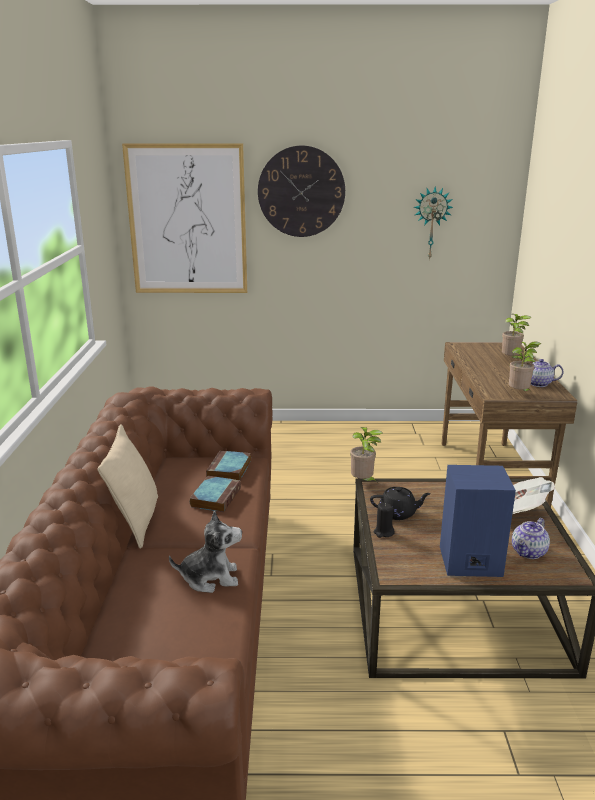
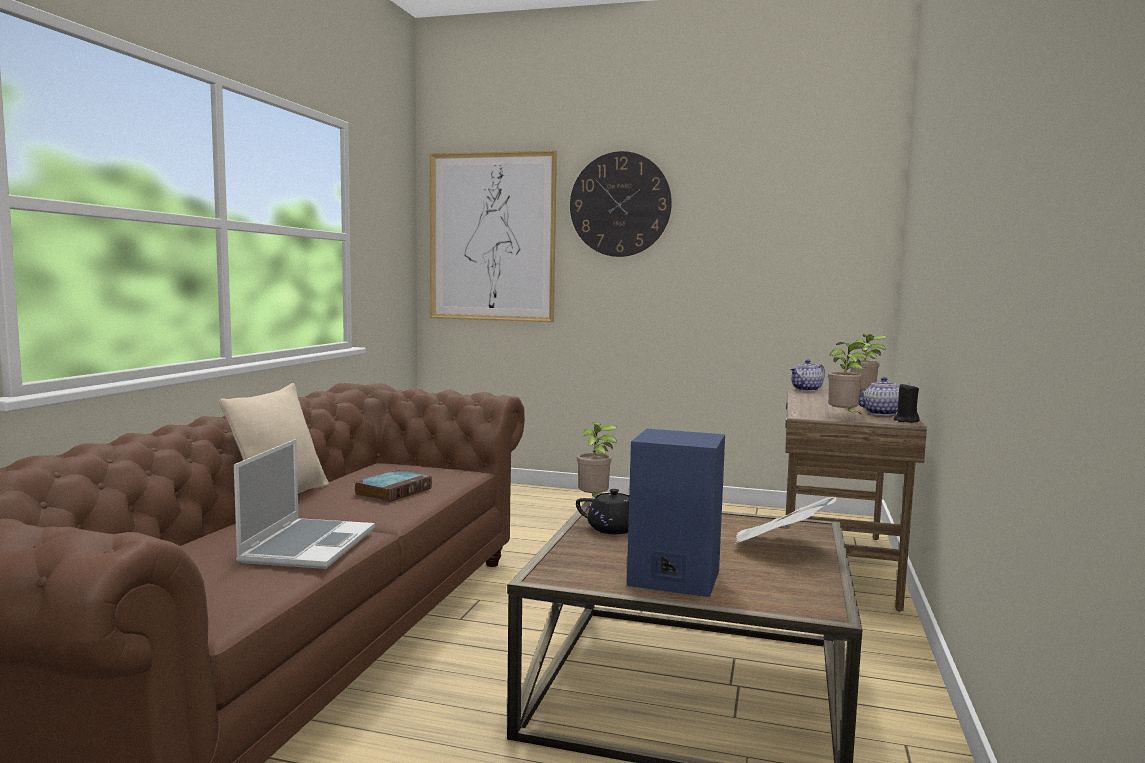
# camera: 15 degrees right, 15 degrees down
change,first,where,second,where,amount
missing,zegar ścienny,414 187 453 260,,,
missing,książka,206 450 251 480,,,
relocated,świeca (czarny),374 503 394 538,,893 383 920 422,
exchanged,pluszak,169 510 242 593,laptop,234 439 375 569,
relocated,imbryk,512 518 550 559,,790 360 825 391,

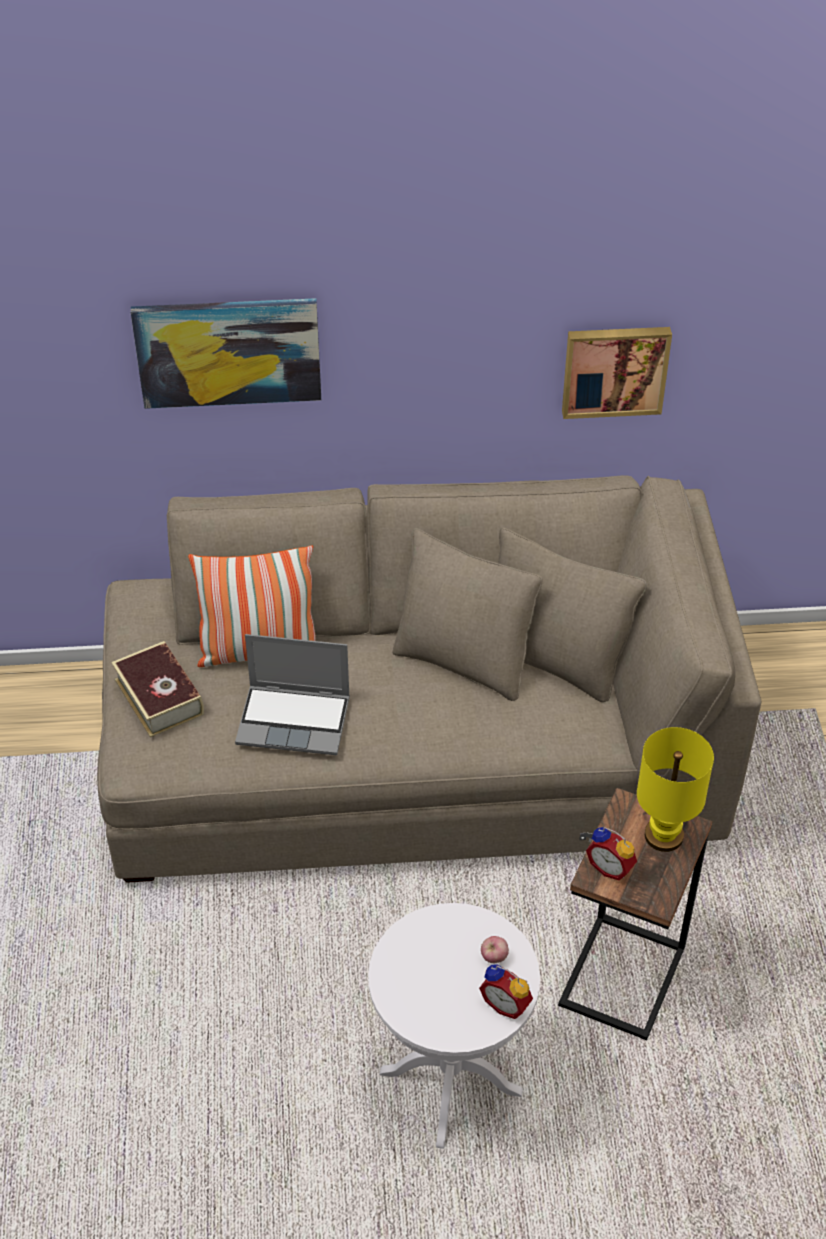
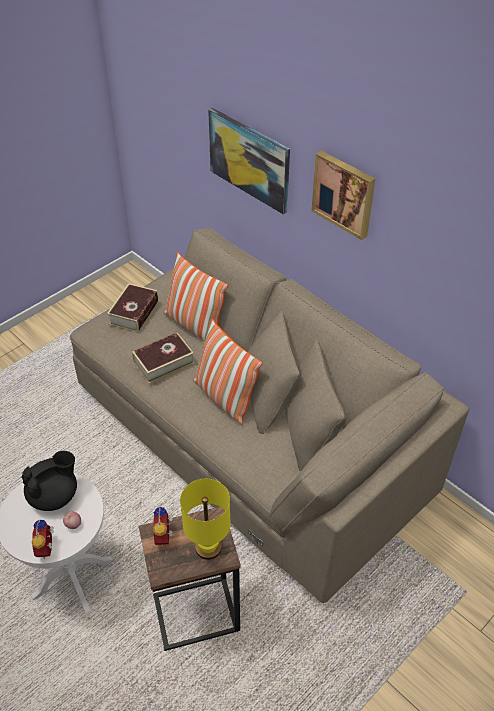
# camera: 50 degrees right, 0 degrees up
change,first,where,second,where,amount
relocated,obraz,562 327 672 419,,312 151 375 240,
exchanged,laptop,235 634 350 755,książka,132 333 195 384,
appeared,,,poduszka,193 319 263 424,
appeared,,,imbryk (czarny),22 451 77 511,

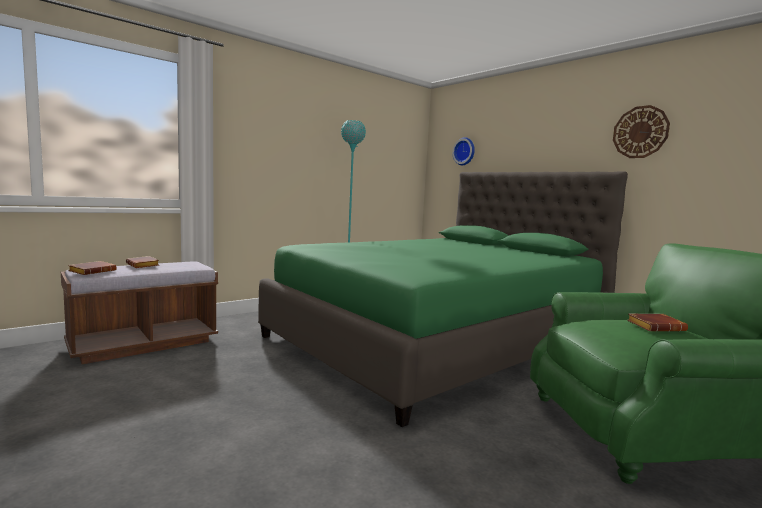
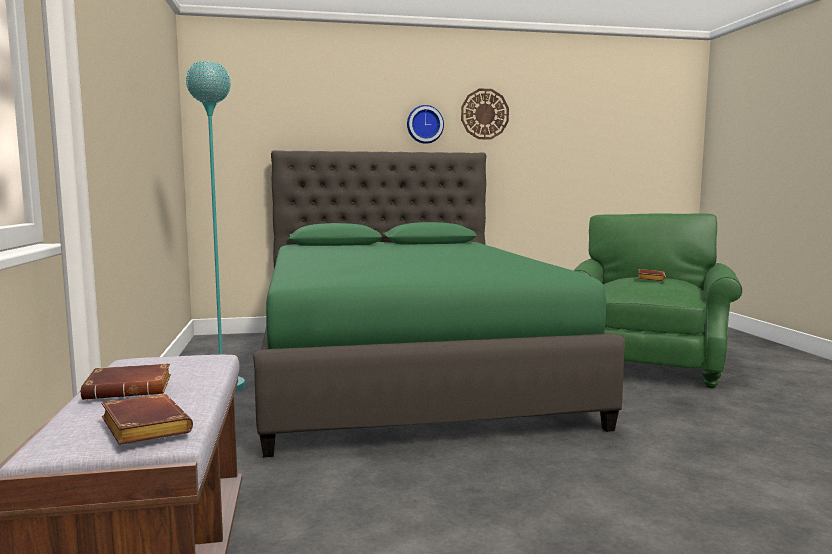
# camera: 60 degrees left, 0 degrees up
change,first,where,second,where,amount
relocated,zegar ścienny,452 137 475 165,,407 105 444 144,

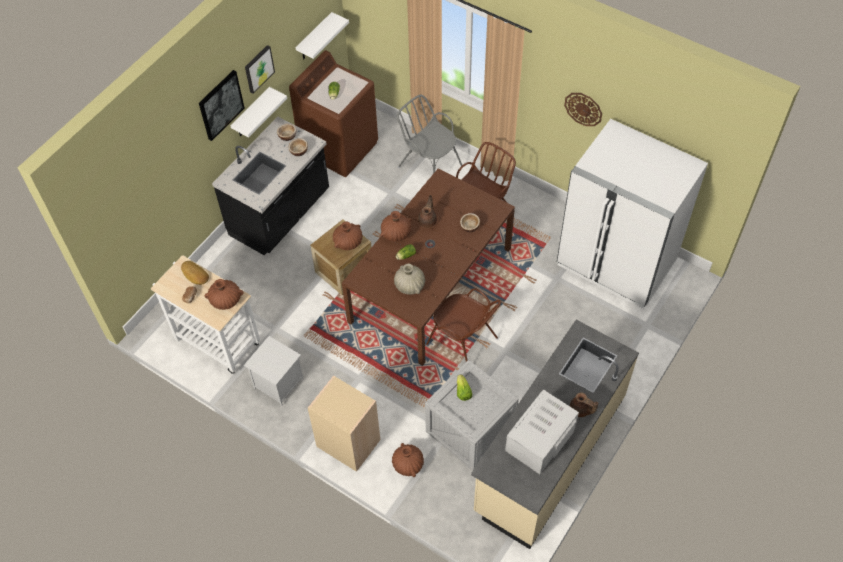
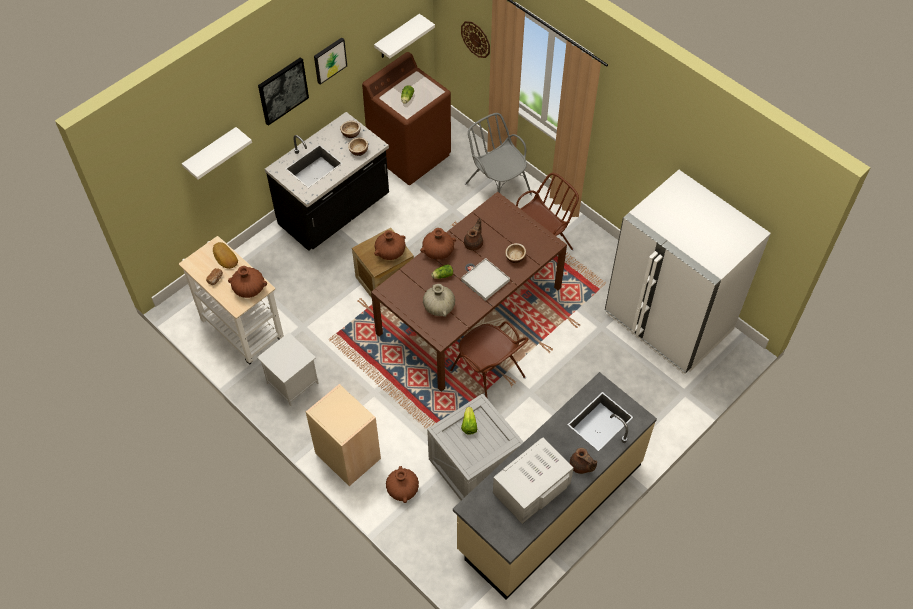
# camera: 10 degrees right, 0 degrees up
change,first,where,second,where,amount
relocated,półka (biały),230 87 287 138,,182 127 252 180,
relocated,zegar ścienny,564 93 602 126,,461 21 490 58,
appeared,,,taca (biały),461 258 510 301,

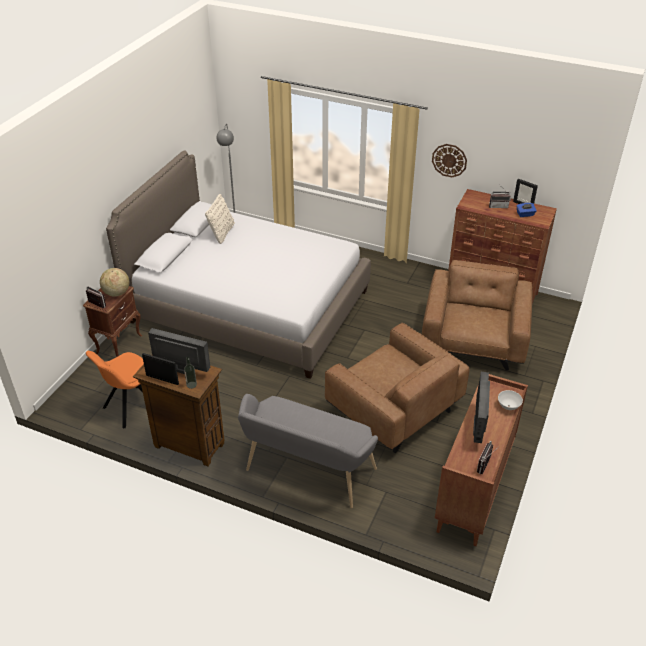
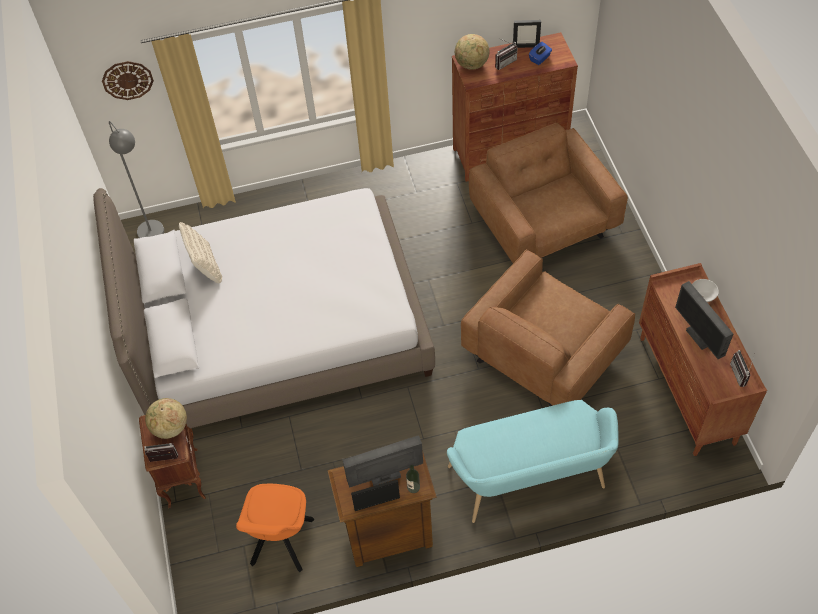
# camera: 35 degrees left, 15 degrees up
change,first,where,second,where,amount
relocated,zegar ścienny,432 144 467 177,,102 61 154 100,
spun,fotel (brązowy),325 323 470 453,,461 249 635 406,120 degrees clockwise
colour,ławka (szary),238 394 378 508,ławka (turkusowy),447 400 619 523,
appeared,,,globus,455 34 489 70,

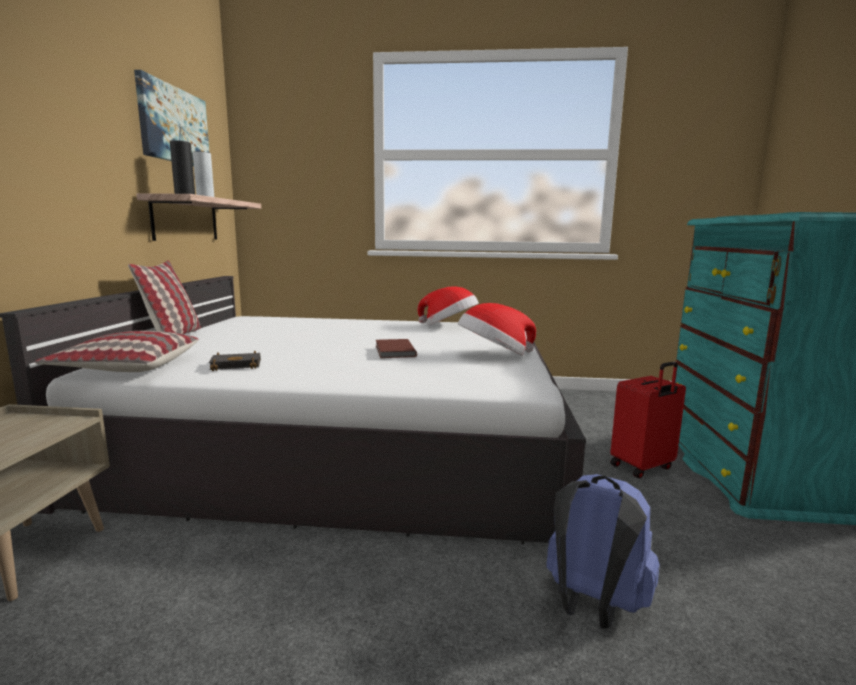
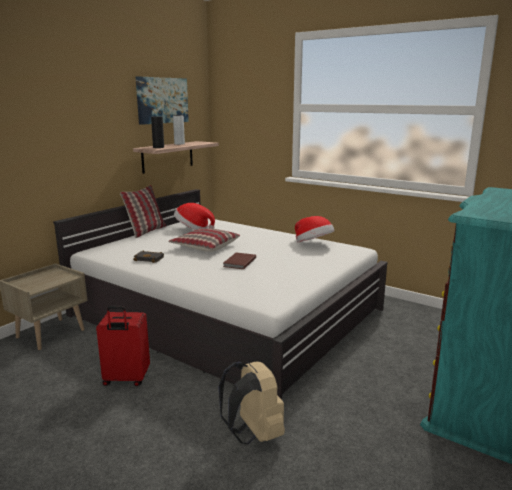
# camera: 30 degrees right, 5 degrees up
change,first,where,second,where,amount
relocated,kapelusz,458 303 536 356,,174 203 215 230,
relocated,poduszka,35 331 199 372,,168 228 240 252,
relocated,walizka (czerwony),610 361 686 478,,96 306 150 386,
colour,plecak (niebieski),546 474 660 629,plecak (beżowy),219 362 285 445,

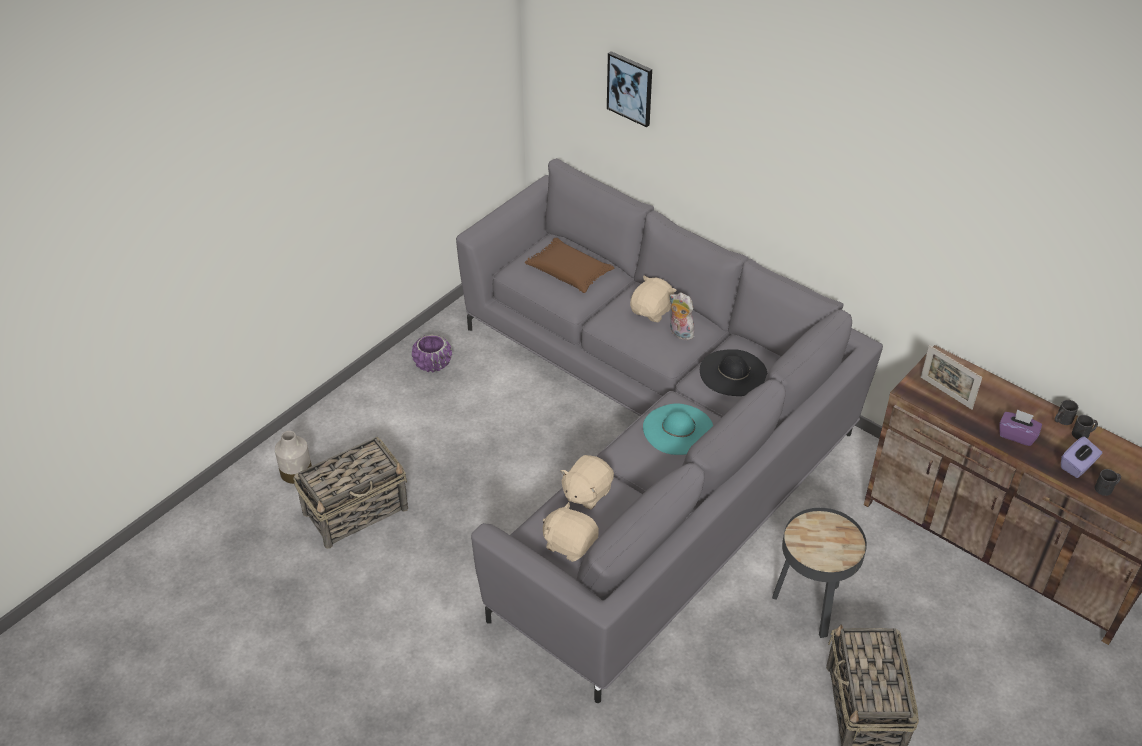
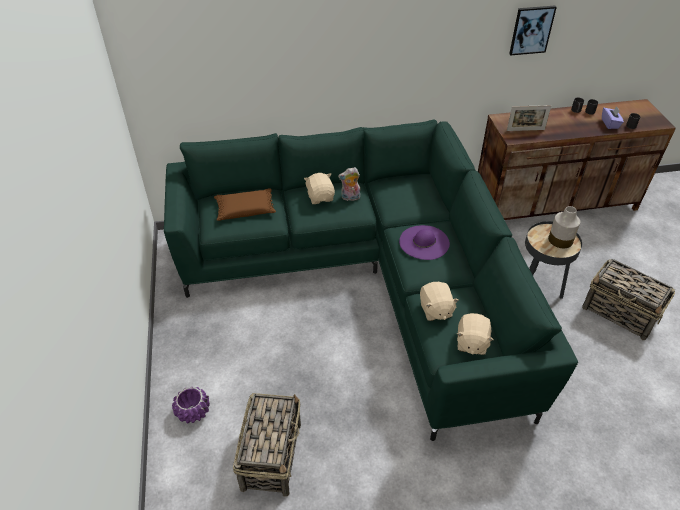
# camera: 50 degrees left, 0 degrees up
change,first,where,second,where,amount
relocated,obraz,607 51 652 127,,509 6 557 55,
colour,kanapa (szary),456 158 883 703,kanapa (zielony),164 119 578 441,
relocated,donica (fioletowy),412 334 452 372,,172 387 210 424,
missing,kapelusz (czarny),700 349 767 396,,,
colour,kapelusz (turkusowy),643 404 713 455,kapelusz (fioletowy),399 225 450 260,
missing,pudełko chusteczek (fioletowy),999 409 1042 446,,,
relocated,wazon (beżowy),275 431 312 484,,548 206 580 248,
spun,pluszak (beżowy),543 502 599 562,,457 313 494 355,60 degrees counterclockwise

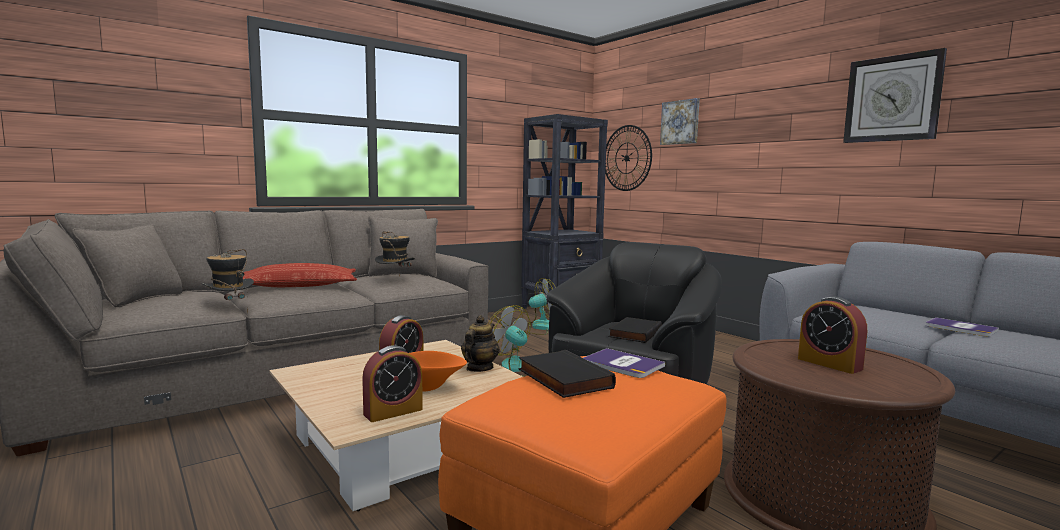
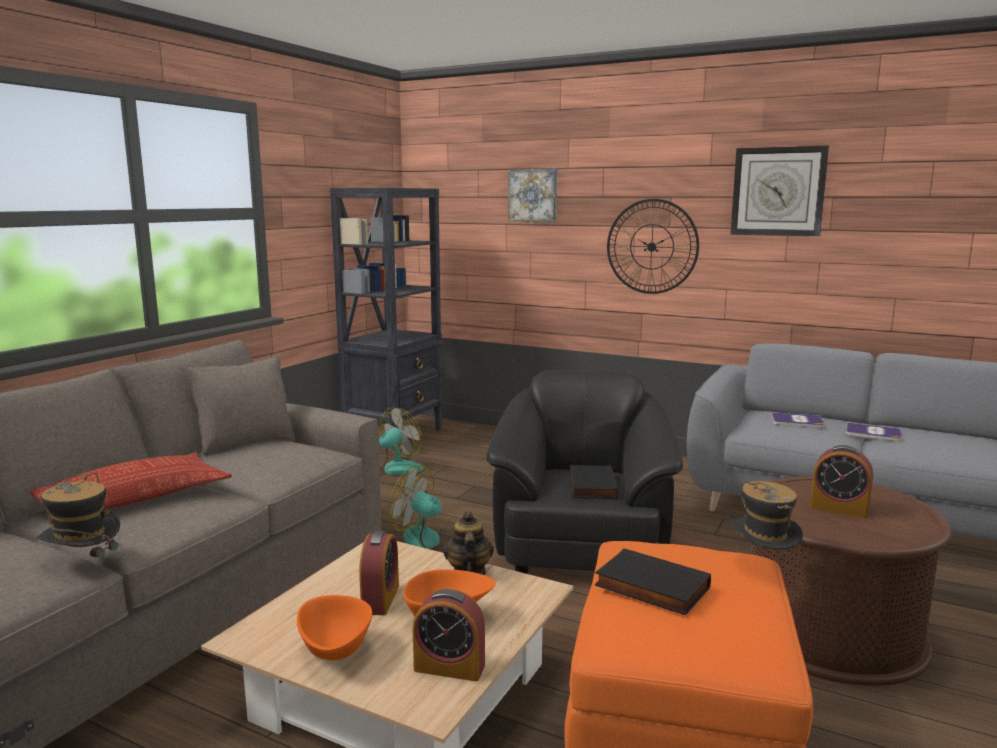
# camera: 25 degrees left, 5 degrees up
change,first,where,second,where,amount
relocated,zegar ścienny,605 125 652 191,,607 199 699 294,
relocated,kapelusz,375 231 415 276,,730 481 803 551,
spun,budzik,362 345 423 422,,413 589 485 681,75 degrees clockwise
relocated,książka,584 348 665 378,,771 412 825 428,
appeared,,,miska (pomarańczowy),297 595 372 660,

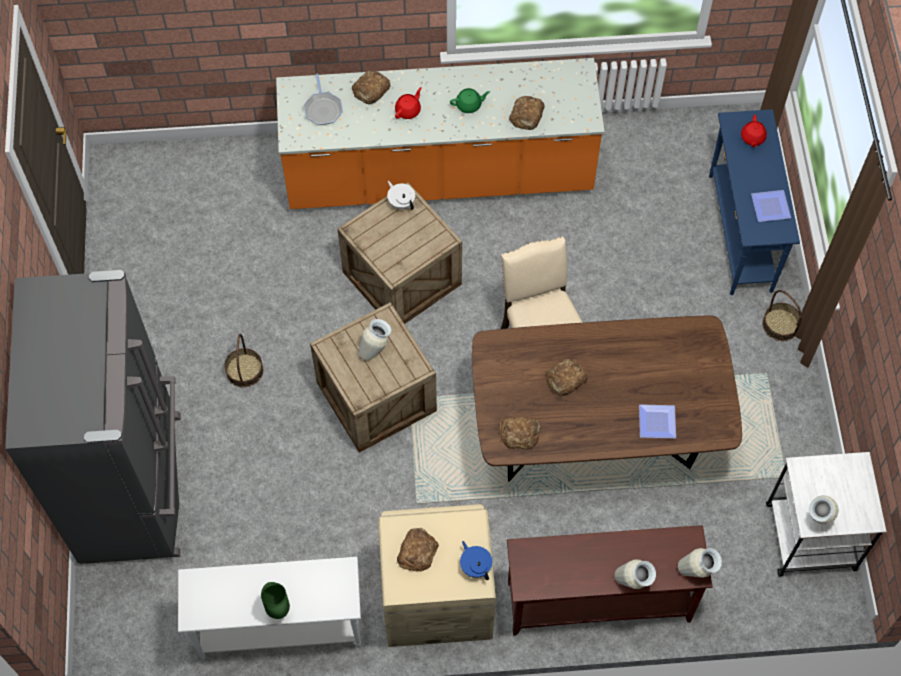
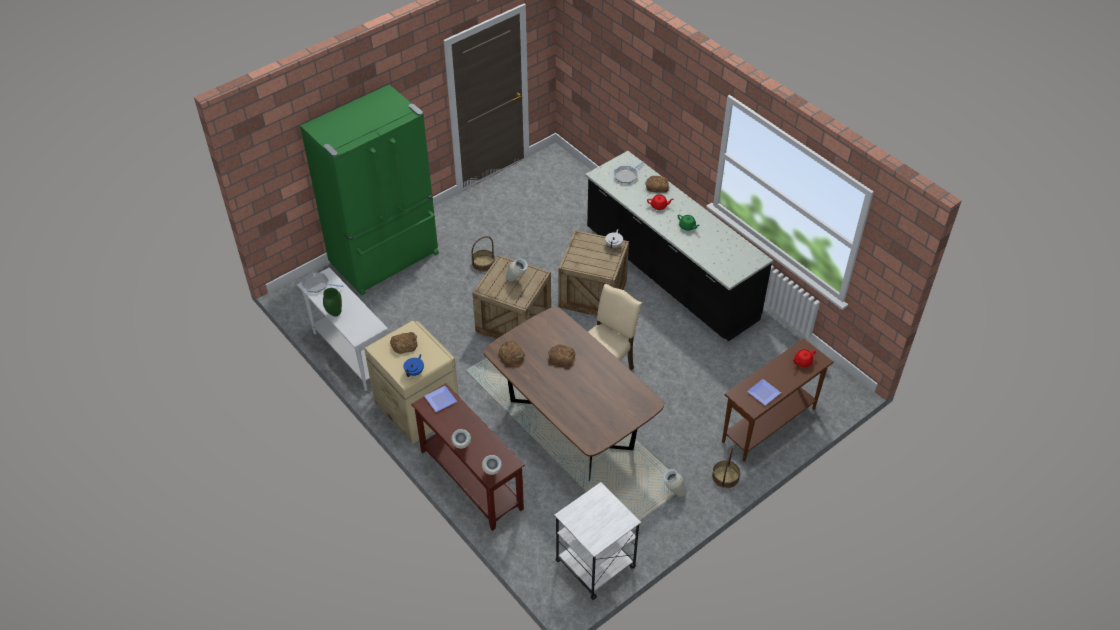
# camera: 55 degrees right, 15 degrees down
change,first,where,second,where,amount
colour,zabudowa kuchenna (pomarańczowy),276 58 605 209,zabudowa kuchenna (czarny),585 151 773 341,
missing,chleb,509 96 544 130,,,
colour,stolik konsolowy (niebieski),709 109 800 295,stolik konsolowy (brązowy),722 338 833 462,
colour,lodówka (szary),5 270 180 564,lodówka (zielony),300 85 439 295,
relocated,talerz,639 404 676 438,,424 386 457 412,
relocated,wazon,809 495 839 524,,663 469 687 497,
appeared,,,patelnia,302 272 344 293,

